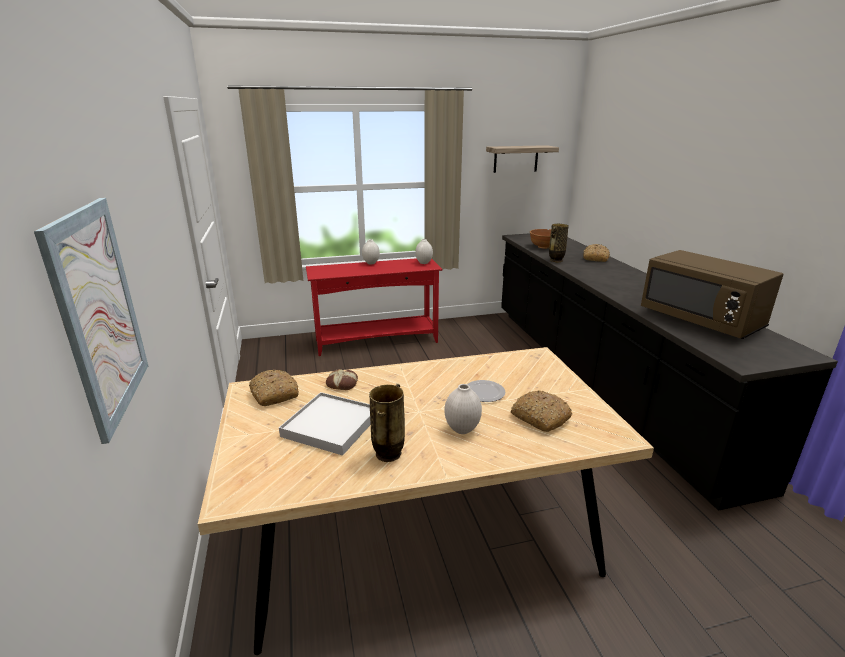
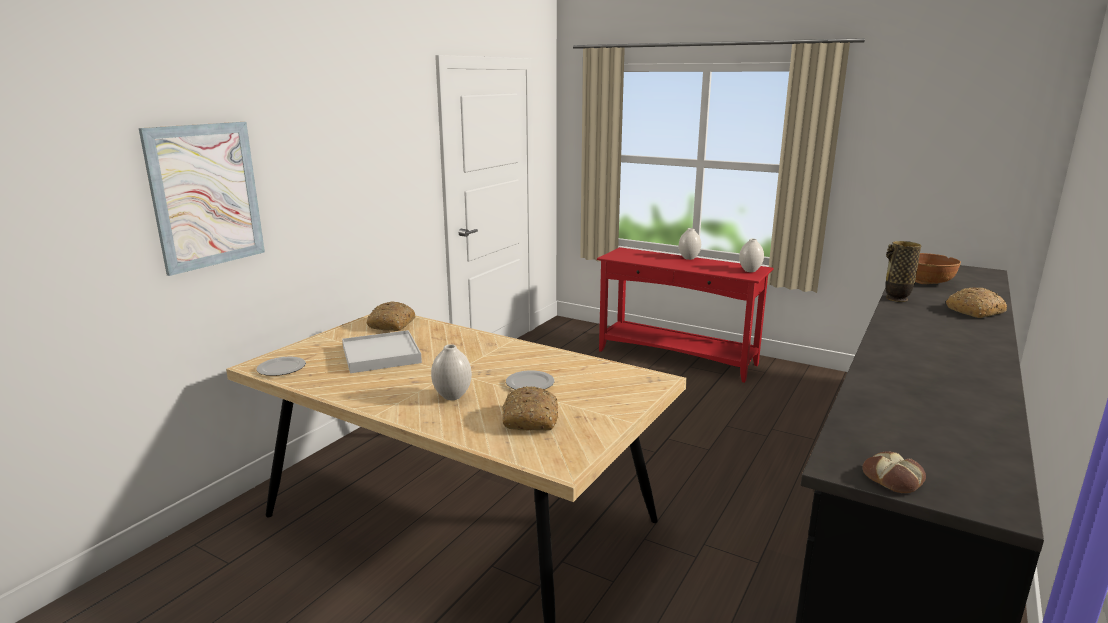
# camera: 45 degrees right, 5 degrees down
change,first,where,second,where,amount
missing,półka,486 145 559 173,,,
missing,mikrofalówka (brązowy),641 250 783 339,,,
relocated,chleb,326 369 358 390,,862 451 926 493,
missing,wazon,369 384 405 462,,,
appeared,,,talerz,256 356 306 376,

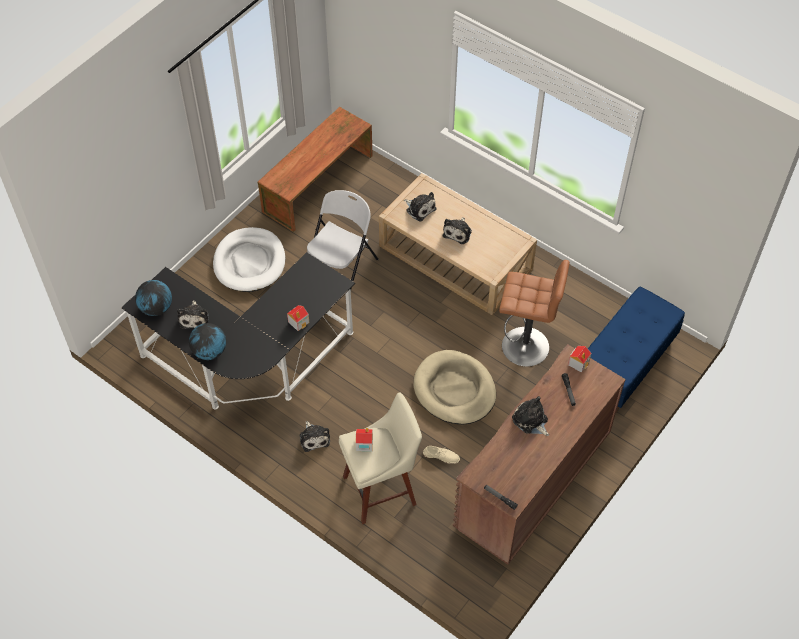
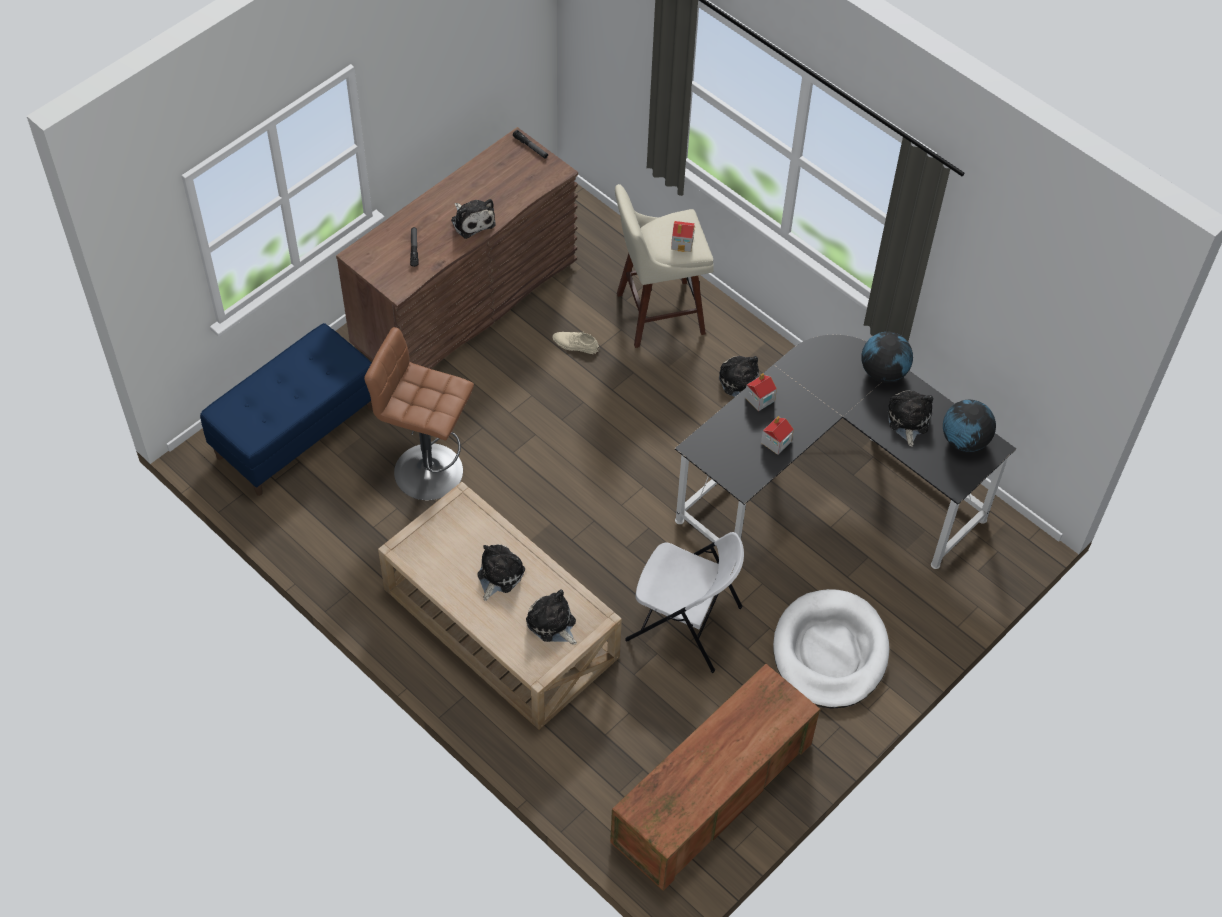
# camera: 175 degrees left, 0 degrees up
change,first,where,second,where,amount
spun,krzesło (biały),307 190 379 288,,625 532 744 673,105 degrees counterclockwise
relocated,domek,568 346 591 373,,761 416 794 455,
missing,legowisko (beżowy),414 350 496 424,,,

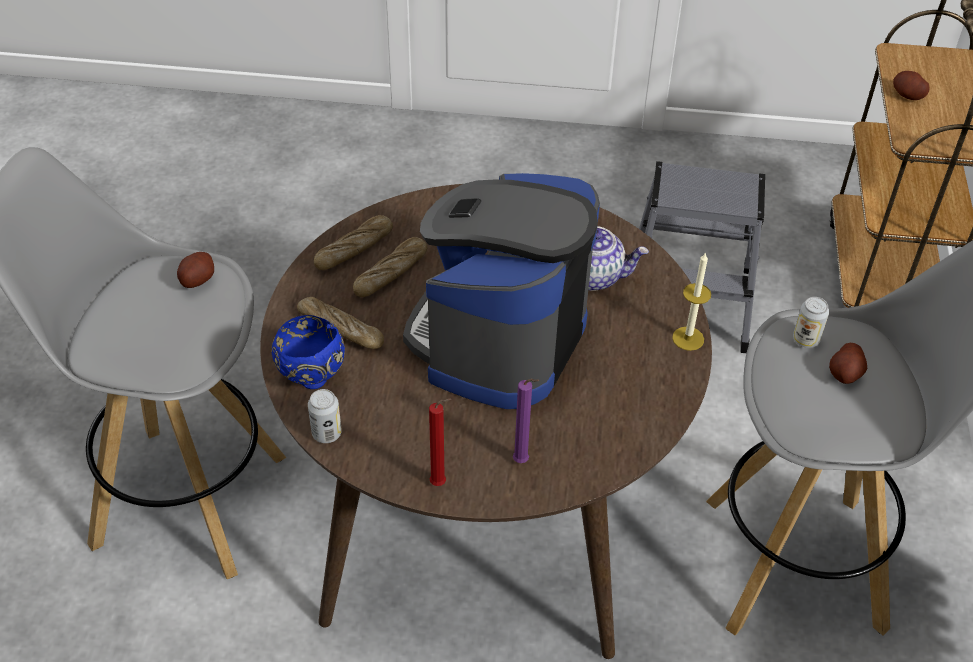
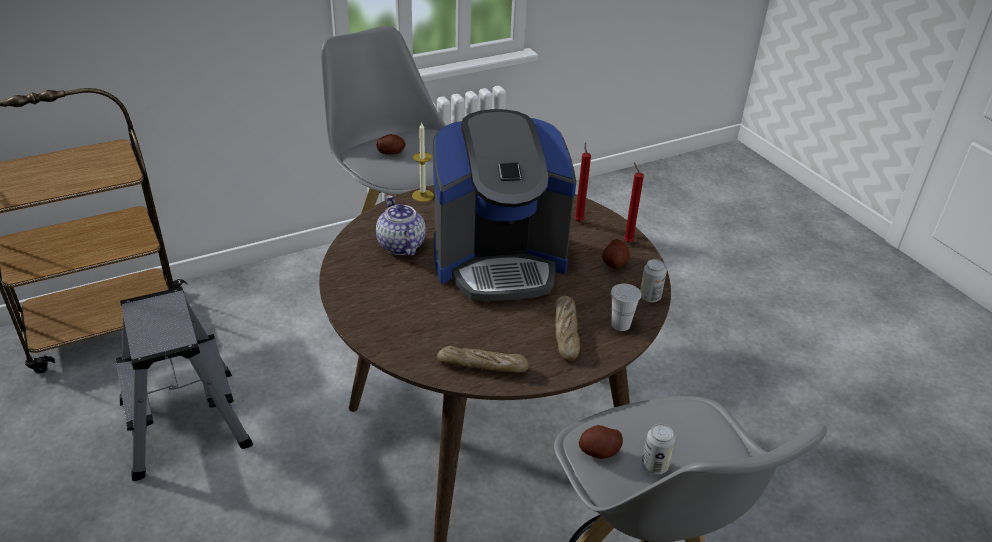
# camera: 125 degrees left, 10 degrees down
change,first,where,second,where,amount
relocated,ziemniak,893 71 930 100,,602 239 630 268,
missing,chleb,353 237 427 297,,,
relocated,puszka,793 297 829 348,,642 424 675 475,
exchanged,miska (niebieski),272 315 345 389,filiżanka (biały),611 284 641 331,
colour,świeca (fioletowy),513 379 540 463,świeca (czerwony),574 142 591 222,

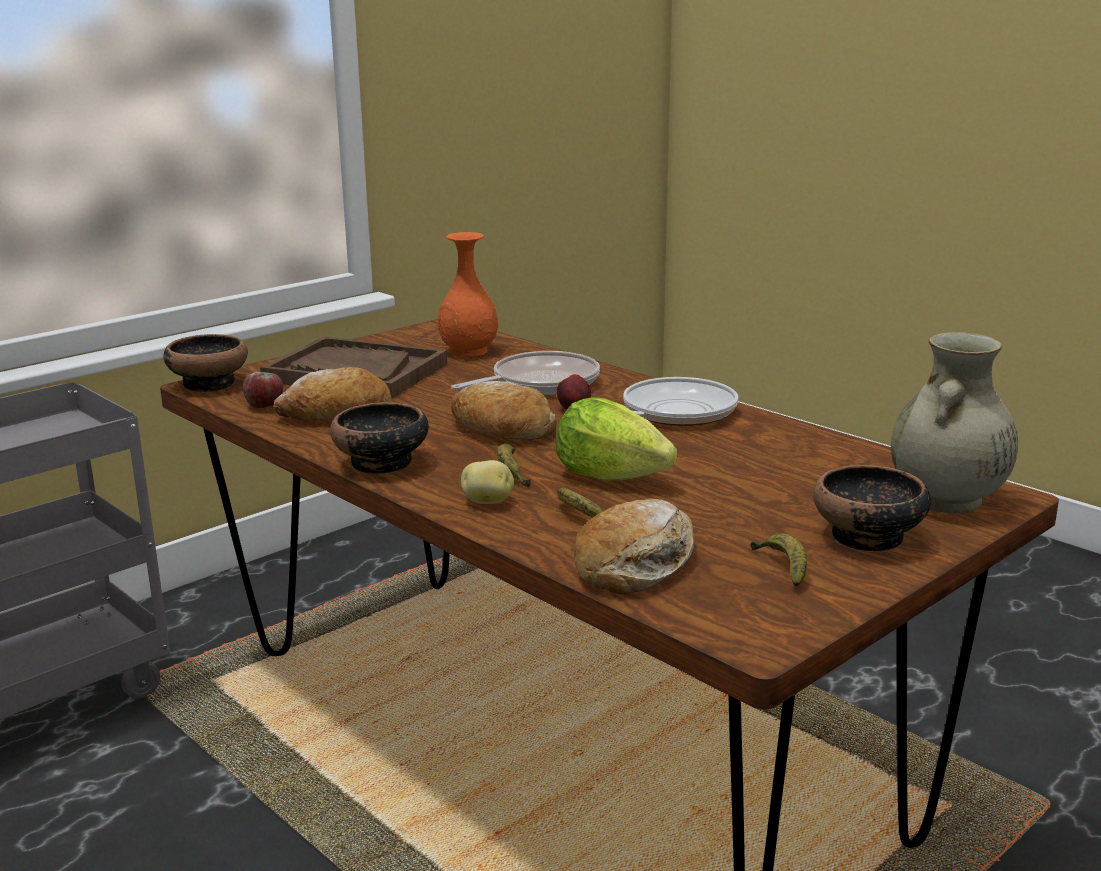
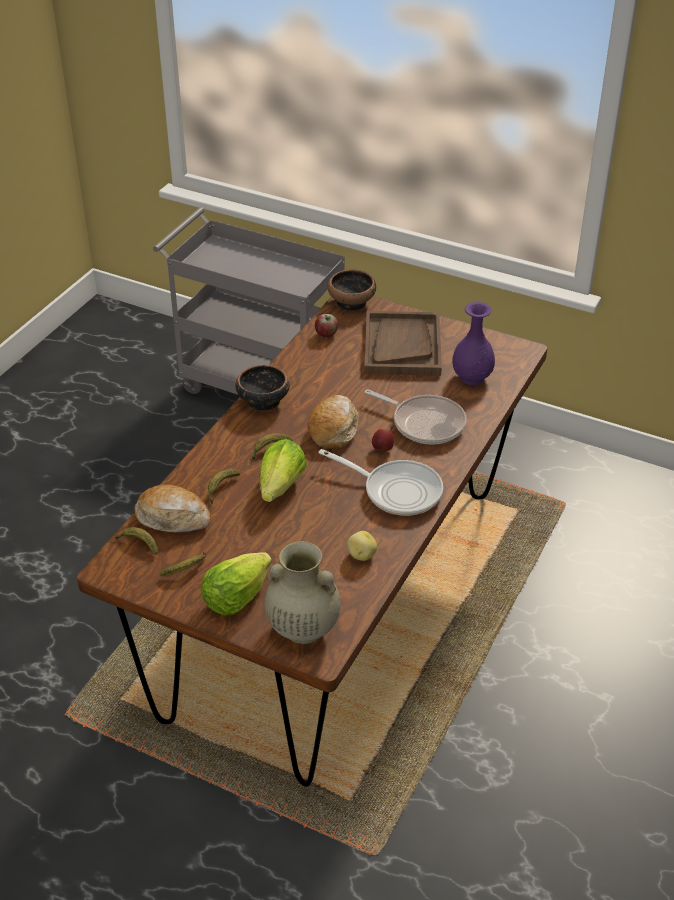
# camera: 70 degrees right, 20 degrees up
change,first,where,second,where,amount
colour,wazon (pomarańczowy),438 232 498 357,wazon (fioletowy),452 302 495 385,
missing,chleb,273 367 392 420,,,
relocated,ziemniak,461 460 514 504,,347 531 377 561,
exchanged,miska,813 465 931 552,sałata,201 552 272 615,
appeared,,,banan,115 527 158 554,

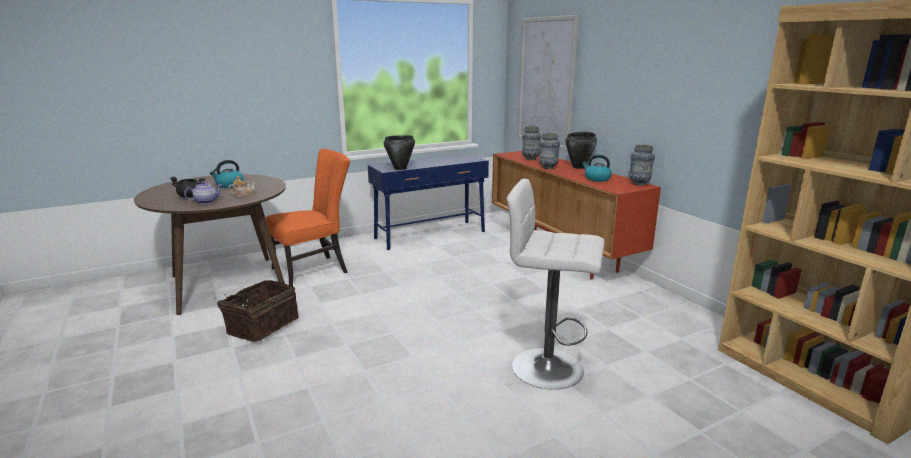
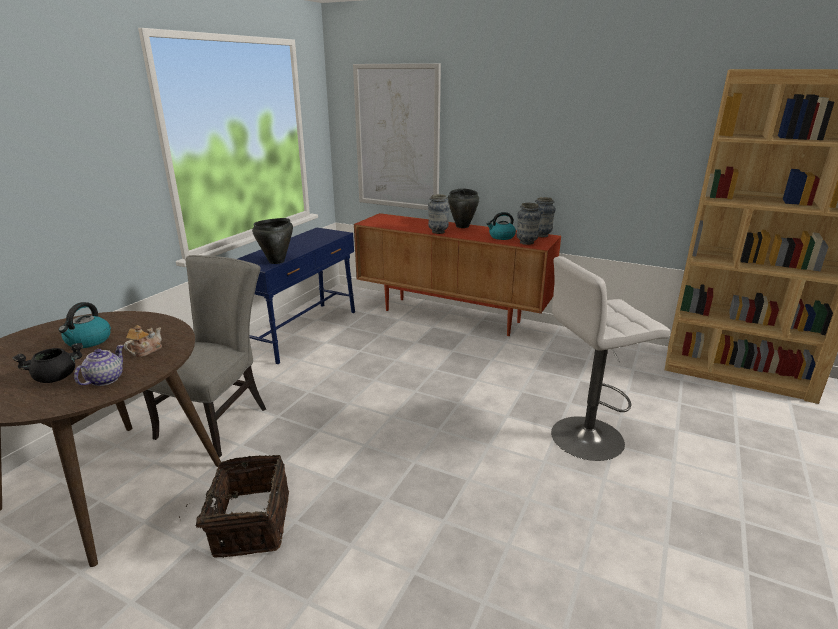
# camera: 35 degrees left, 5 degrees up
change,first,where,second,where,amount
relocated,wazon,522 126 541 160,,516 203 541 245,
colour,krzesło (pomarańczowy),266 149 350 286,krzesło (szary),143 255 267 458,

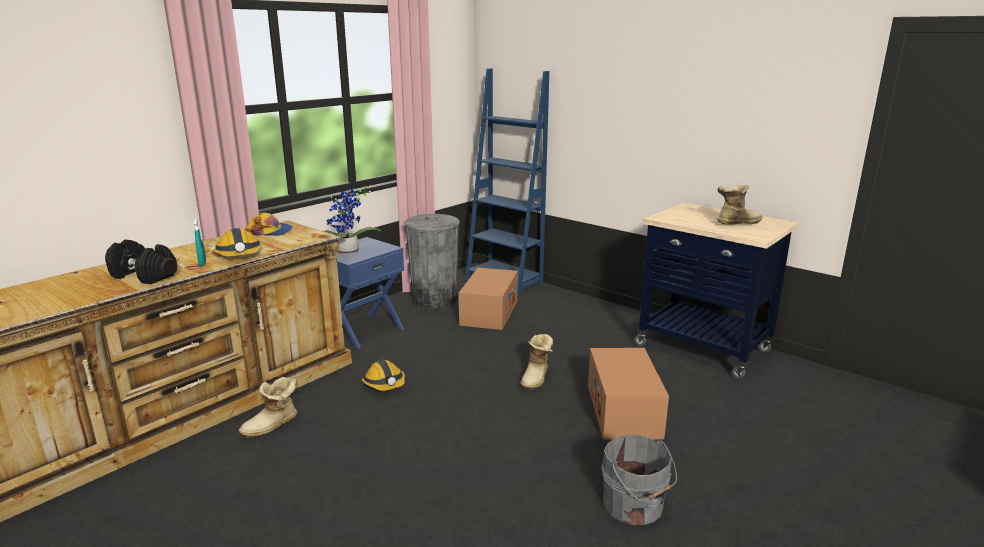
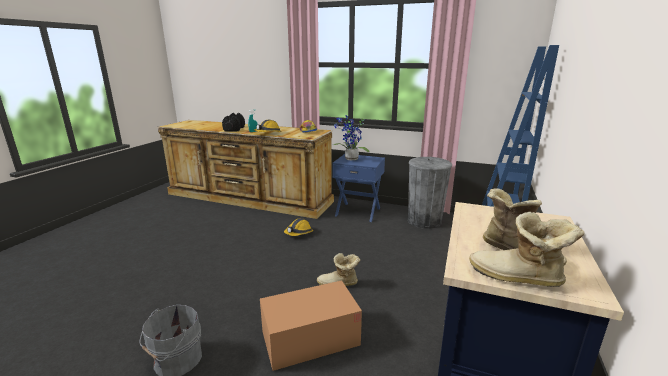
# camera: 70 degrees right, 0 degrees up
change,first,where,second,where,amount
missing,karton,459 268 518 330,,,
relocated,but z cholewką,239 377 297 438,,469 212 584 287,

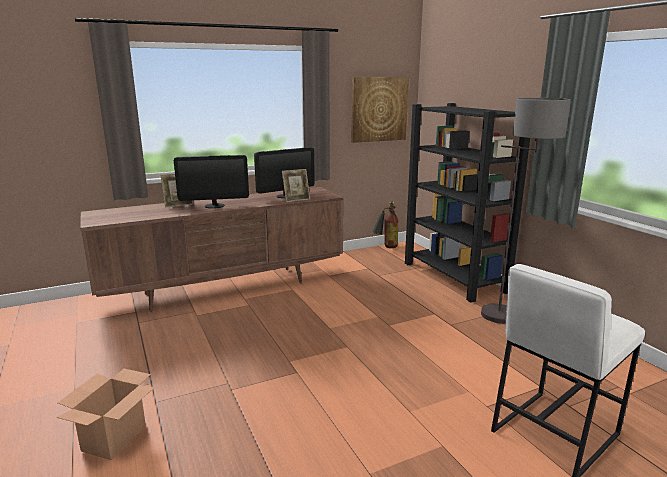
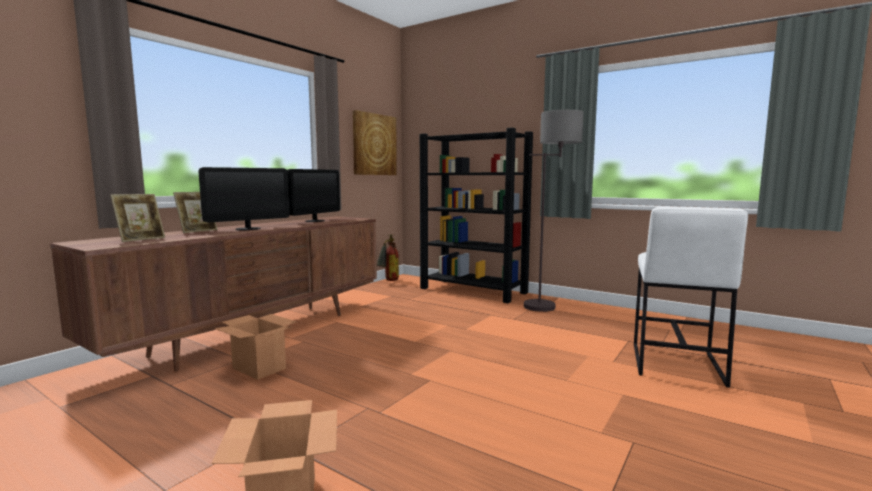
# camera: 30 degrees left, 10 degrees down
change,first,where,second,where,amount
relocated,ramka na zdjęcie,282 169 310 202,,110 194 165 242,
appeared,,,karton,214 314 297 380,

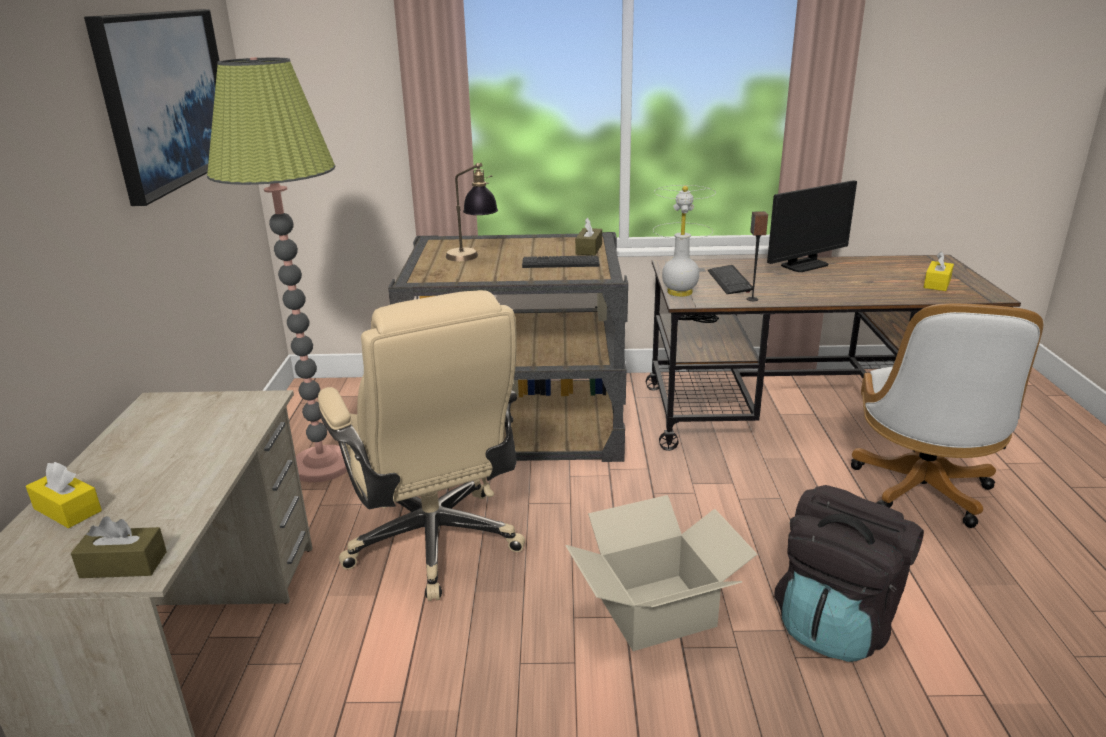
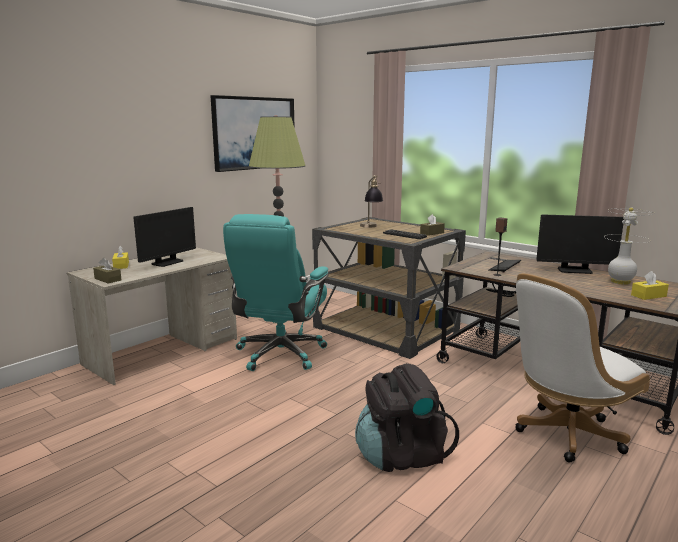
# camera: 40 degrees right, 10 degrees down
change,first,where,second,where,amount
relocated,lampa stołowa (biały),653 185 716 297,,604 207 655 285,
colour,krzesło biurowe (beżowy),318 290 525 601,krzesło biurowe (turkusowy),223 214 329 371,
missing,karton,565 495 758 651,,,
appeared,,,monitor,133 207 196 267,

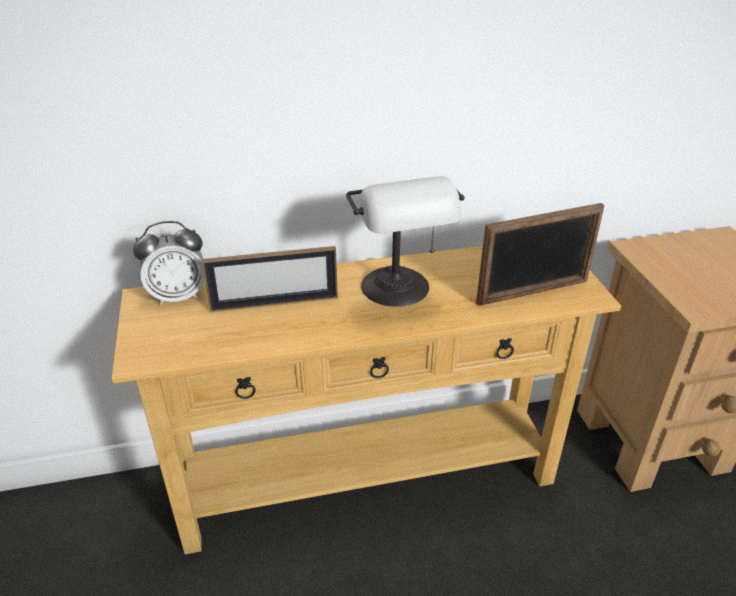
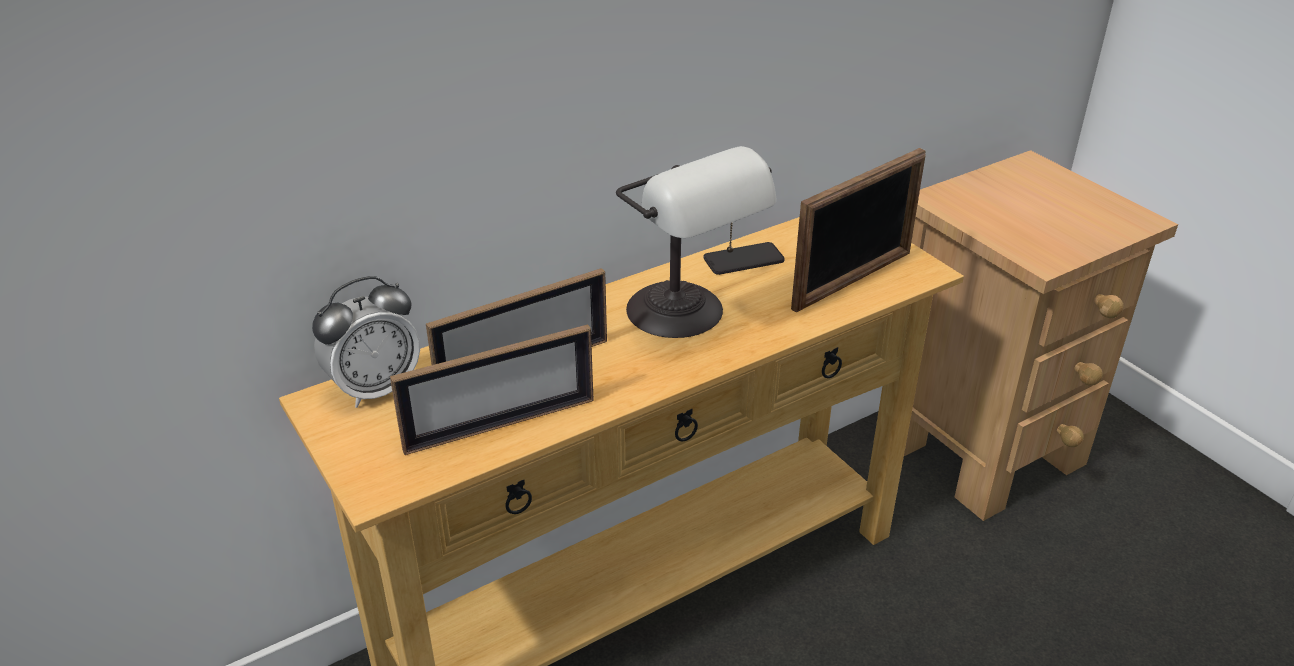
# camera: 20 degrees left, 0 degrees up
change,first,where,second,where,amount
appeared,,,telefon,703 242 785 275,
appeared,,,ramka na zdjęcie,390 324 594 455,

